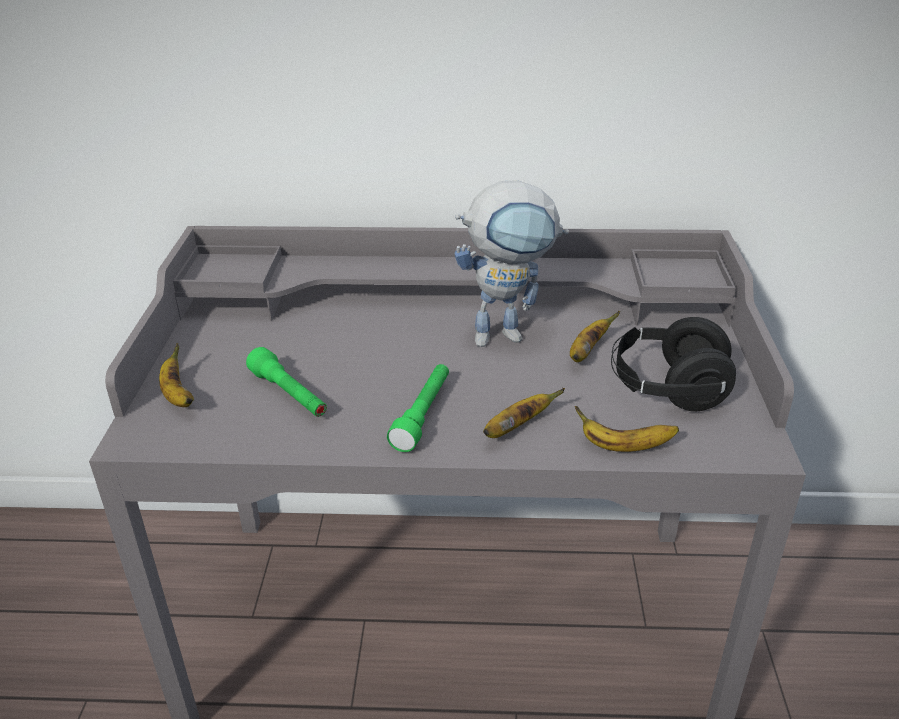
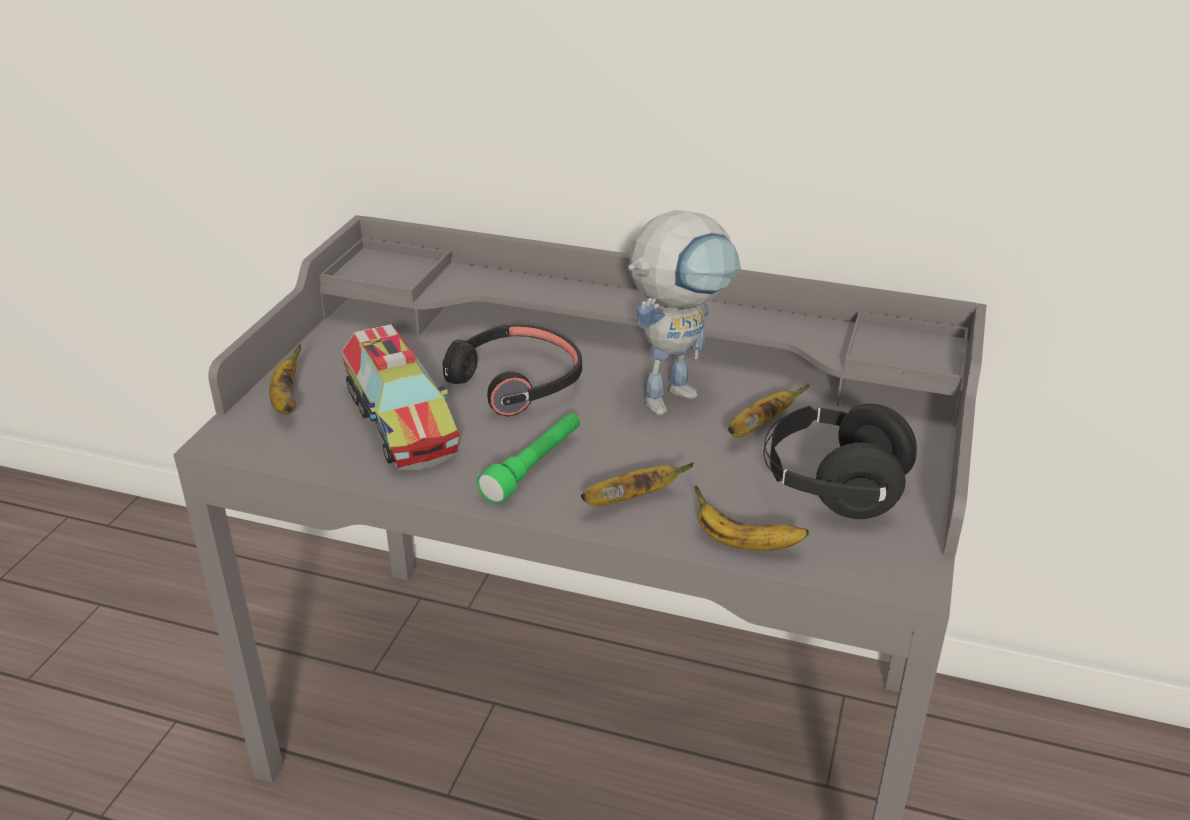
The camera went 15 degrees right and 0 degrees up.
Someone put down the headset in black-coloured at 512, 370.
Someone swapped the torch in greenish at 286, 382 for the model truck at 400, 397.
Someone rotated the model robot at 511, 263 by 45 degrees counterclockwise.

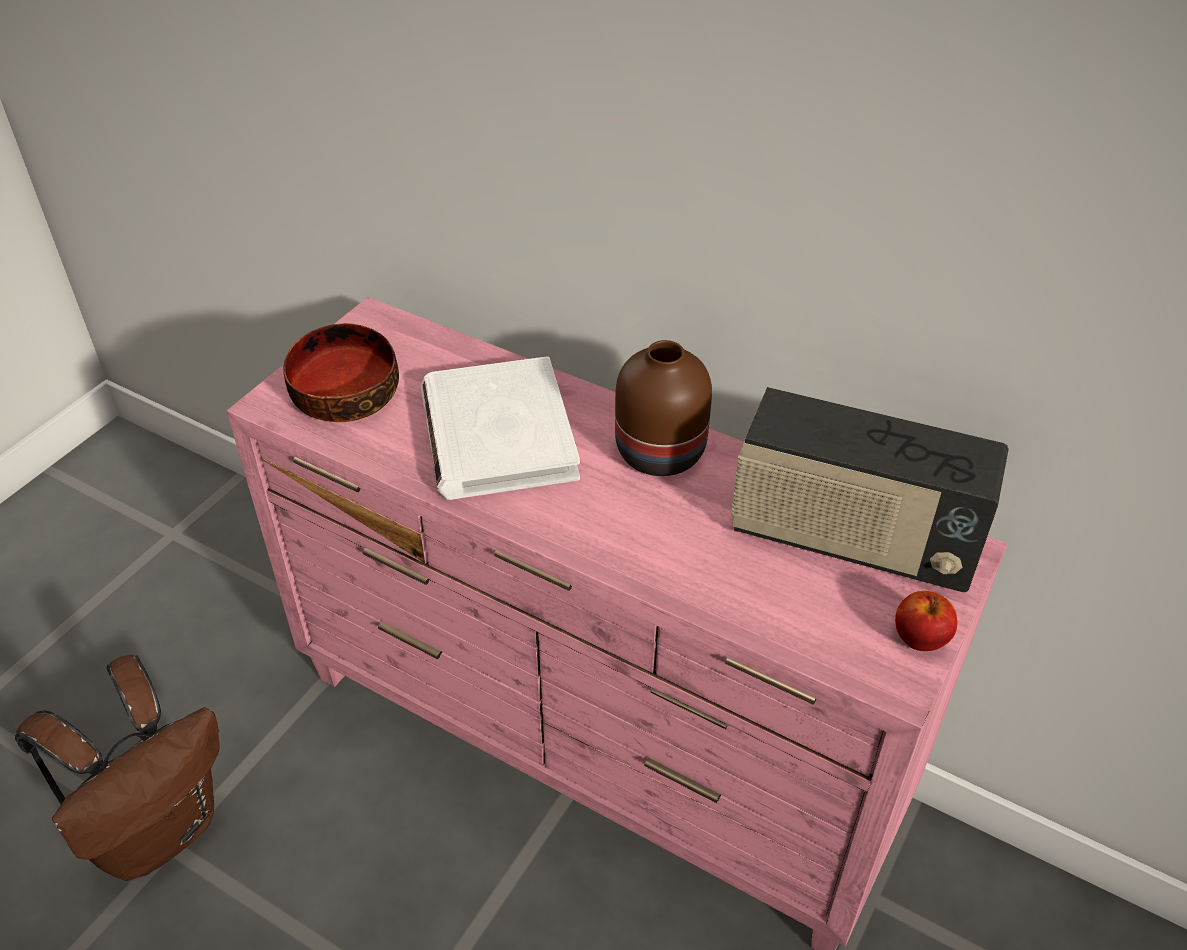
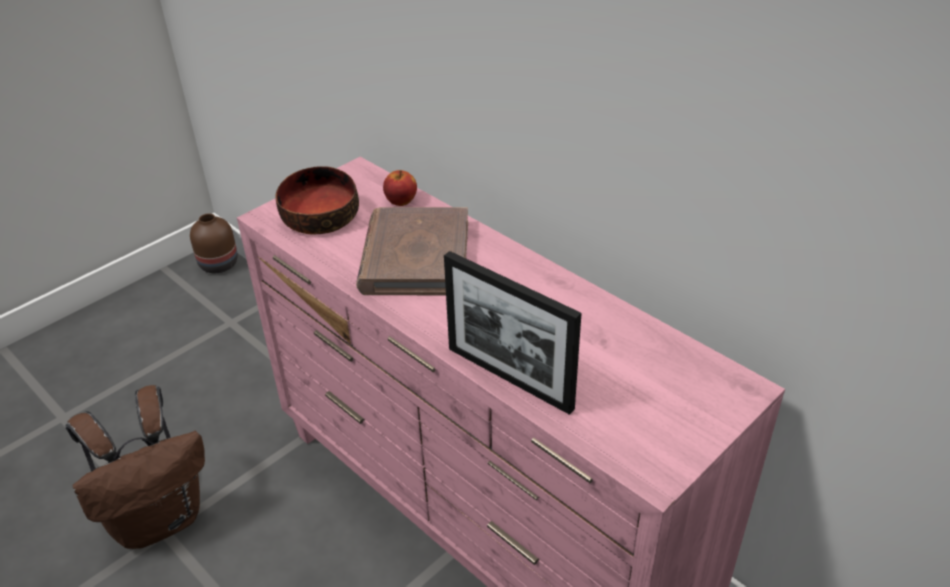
The camera went 15 degrees right and 5 degrees down.
Someone took away the radio receiver at 870, 489.
Someone put down the picture frame at 513, 333.
Someone carried the decorative vase in brown from 663, 408 to 214, 243.
Someone carried the whole apple from 926, 621 to 400, 188.
Someone repainted the bound book in white at 500, 428, which became the bound book in brown at 412, 251.

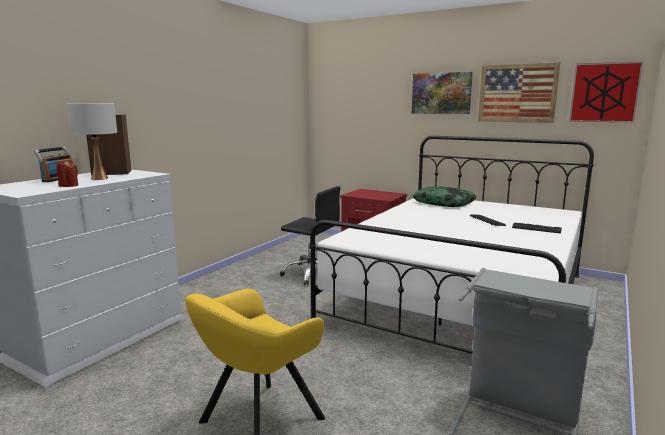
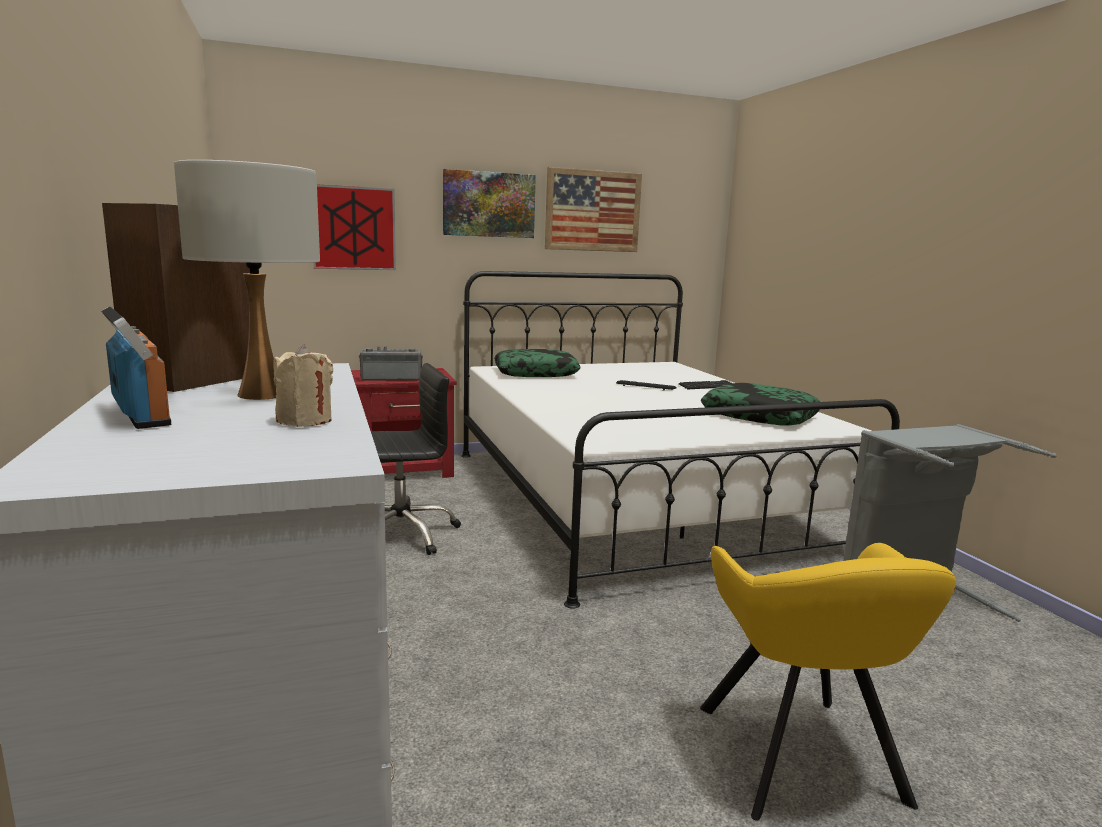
The camera went 50 degrees left and 0 degrees up.
Someone put down the radio receiver at 391, 363.
Someone put down the pillow at 760, 404.
Someone carried the picture from 606, 92 to 355, 227.
Someone repainted the wax light in reddish at 67, 174, which became the wax light in beige-coloured at 303, 385.

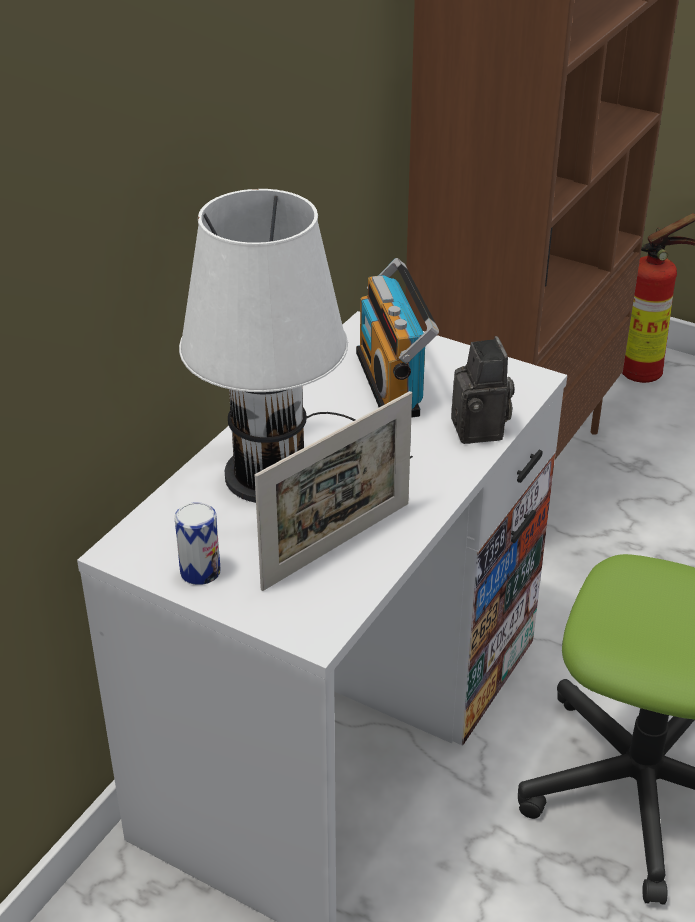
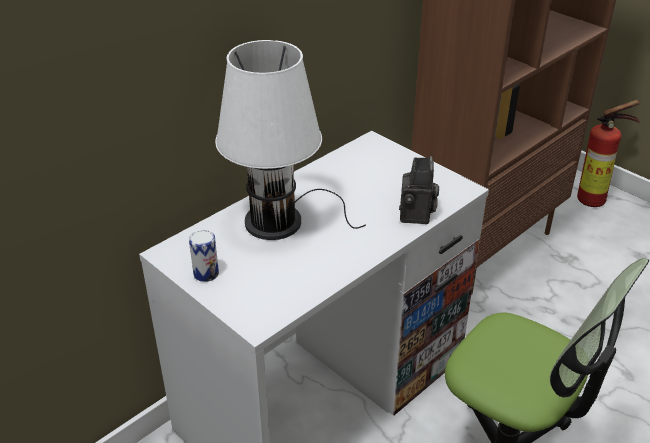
The camera went 15 degrees right and 0 degrees up.
Someone took away the picture frame at 333, 491.
Someone took away the radio receiver at 397, 338.

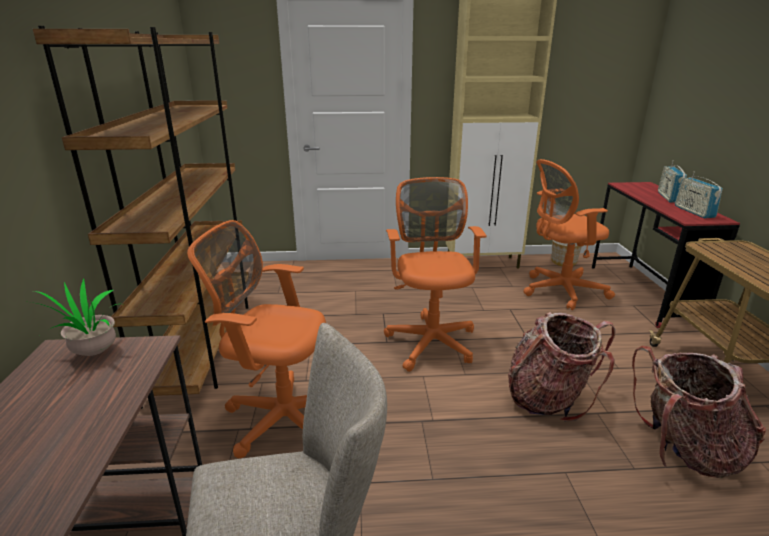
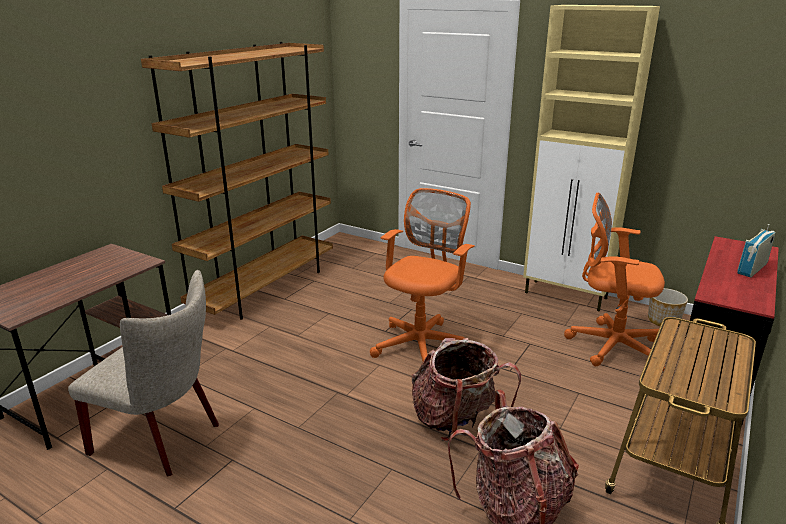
The camera went 35 degrees right and 0 degrees up.
Someone took away the potted plant at 77, 317.
Someone took away the office chair in orange at 256, 339.
Someone took away the radio receiver at 699, 195.

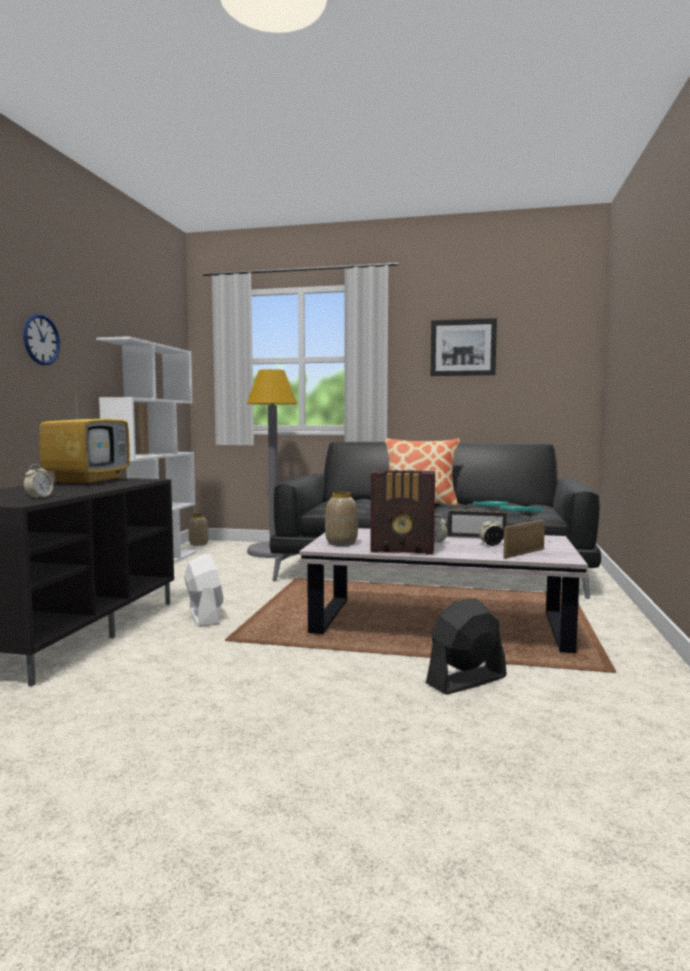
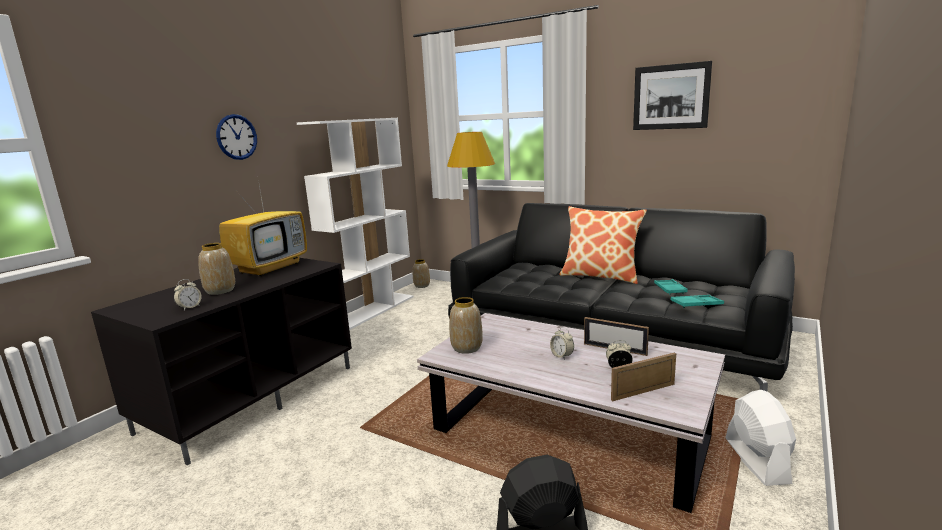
The camera went 20 degrees right and 10 degrees up.
Someone took away the radio receiver at 403, 512.
Someone put down the decorative vase at 216, 269.
Someone carried the fan in white from 203, 590 to 761, 438.

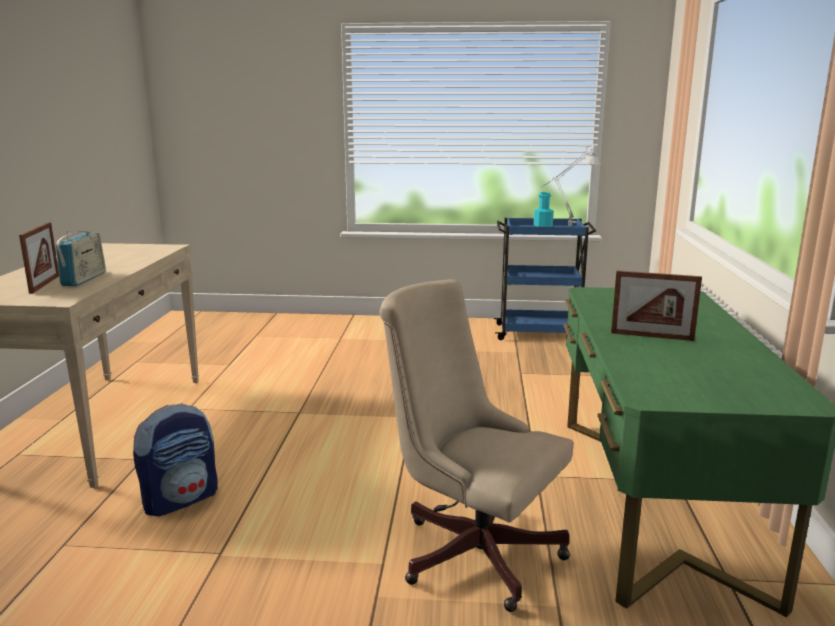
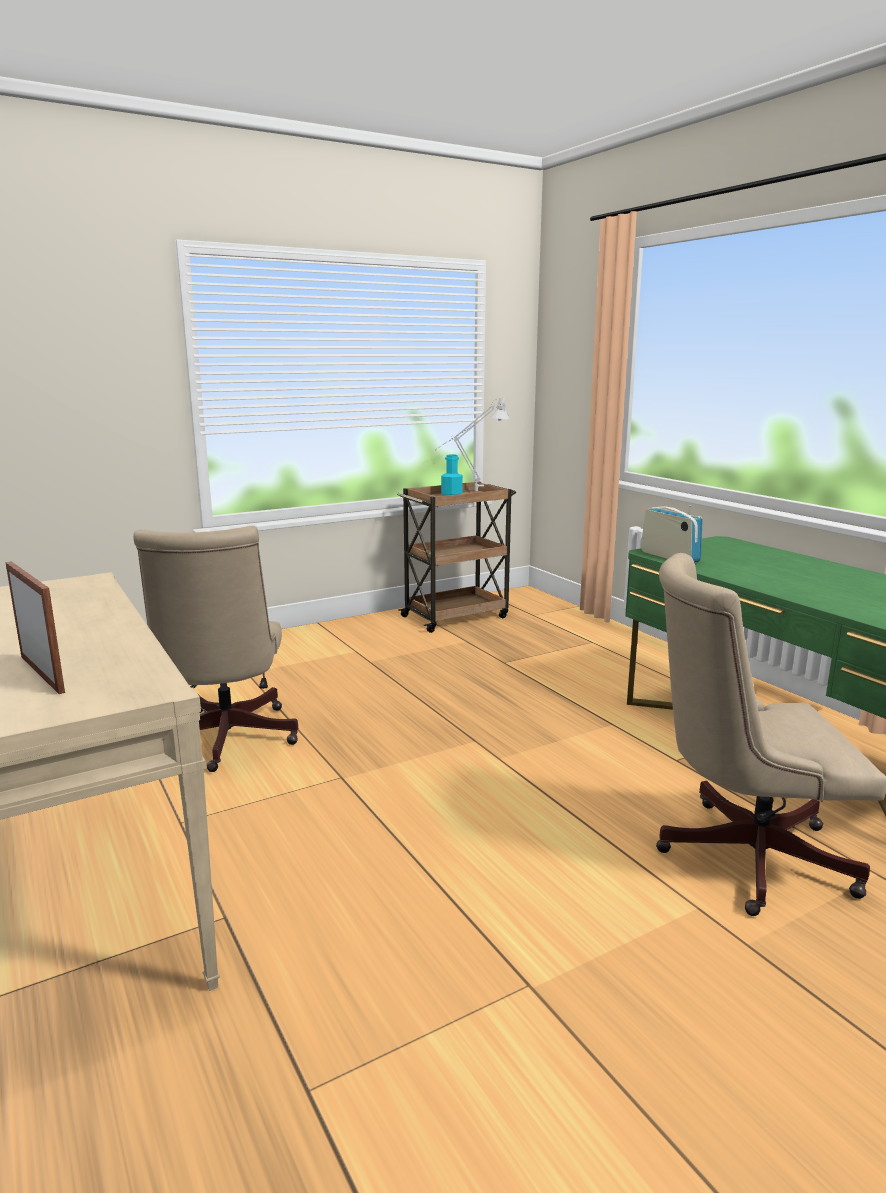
The camera went 35 degrees left and 0 degrees up.
Someone took away the rucksack at 175, 459.
Someone took away the picture frame at 656, 306.
Someone put down the office chair in beige-coloured at 215, 649.
Someone carried the radio receiver from 81, 258 to 672, 534.
Someone repainted the cart in bluish at 545, 279, which became the cart in brown at 456, 557.

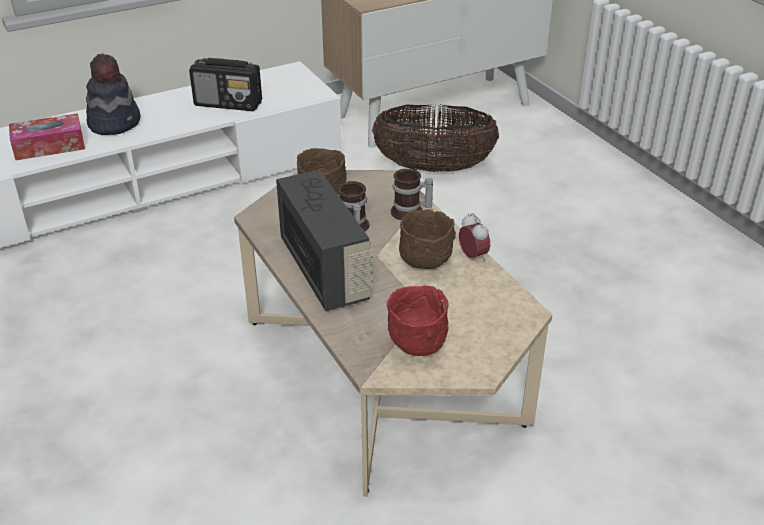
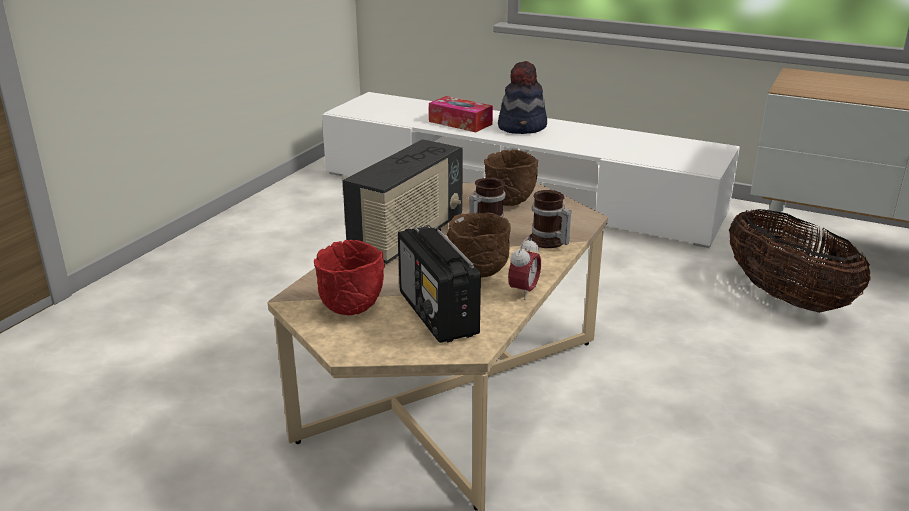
The camera went 55 degrees right and 10 degrees down.
Someone carried the radio receiver from 225, 84 to 439, 284.

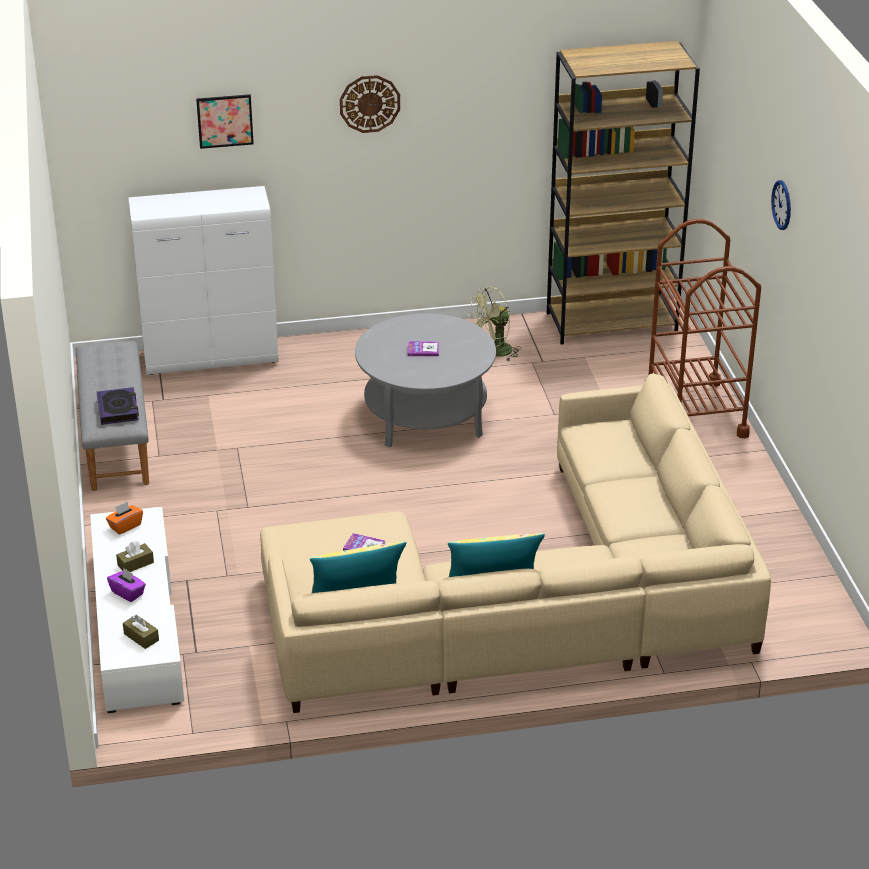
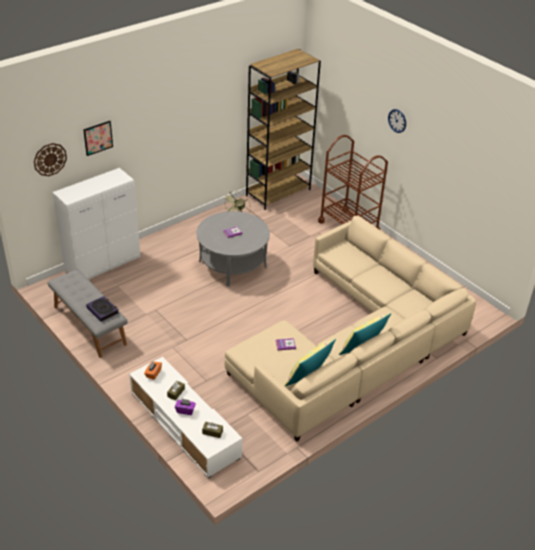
The camera went 30 degrees left and 5 degrees up.
Someone carried the clock on the wall from 370, 104 to 50, 159.

